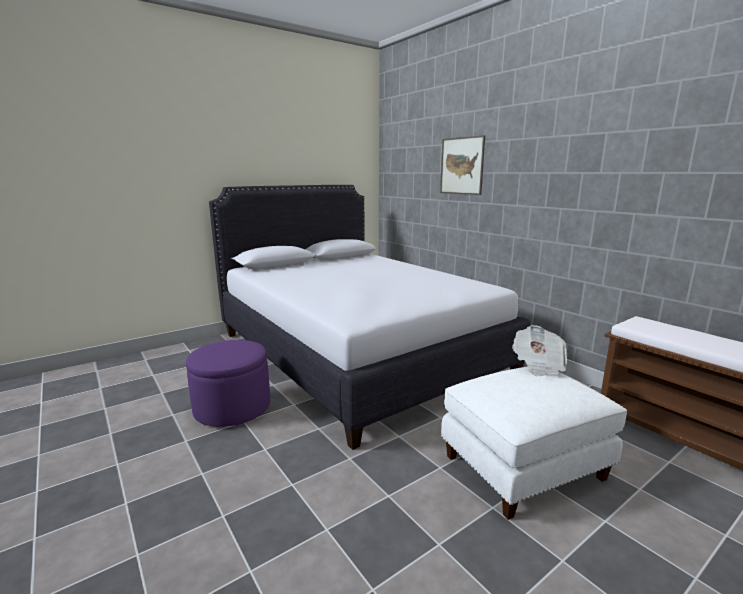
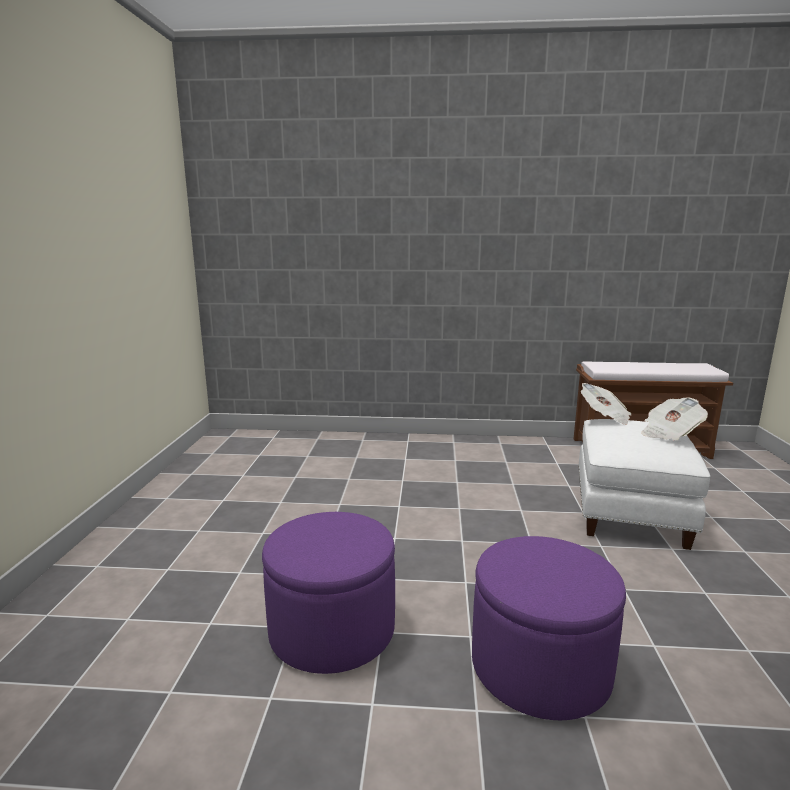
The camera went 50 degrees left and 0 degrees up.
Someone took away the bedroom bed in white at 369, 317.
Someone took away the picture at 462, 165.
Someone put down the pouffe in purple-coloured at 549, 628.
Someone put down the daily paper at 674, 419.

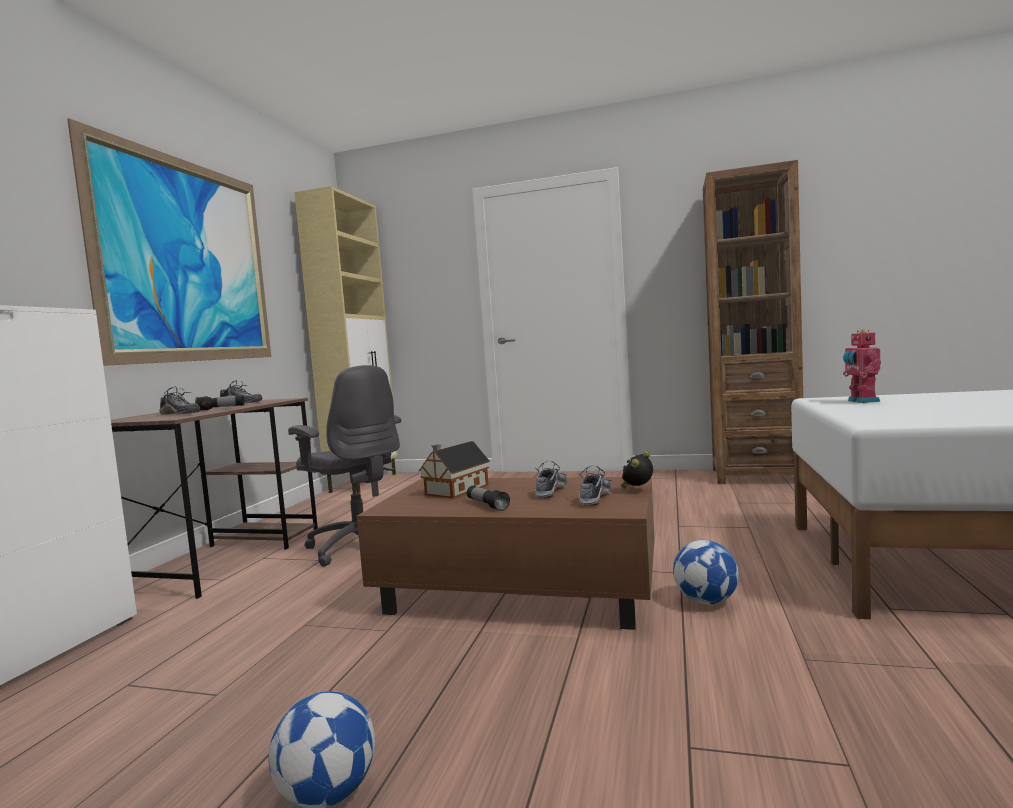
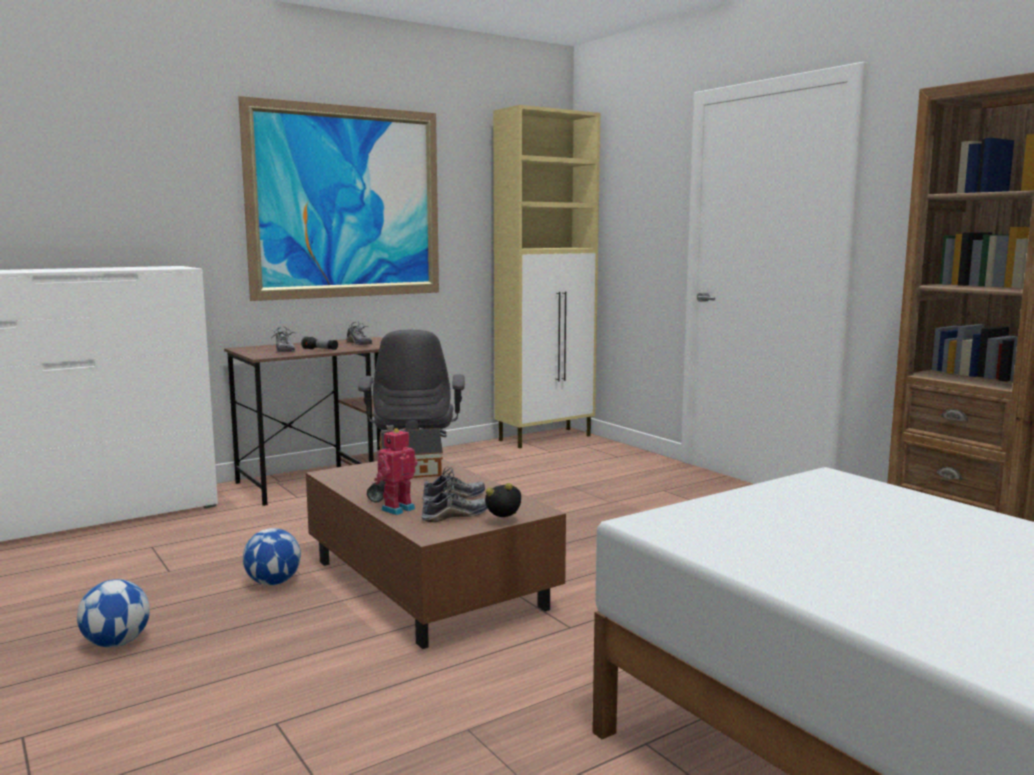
The camera went 40 degrees right and 5 degrees up.
Someone carried the ball for football from 706, 572 to 272, 556.
Someone carried the model robot from 862, 366 to 395, 471.

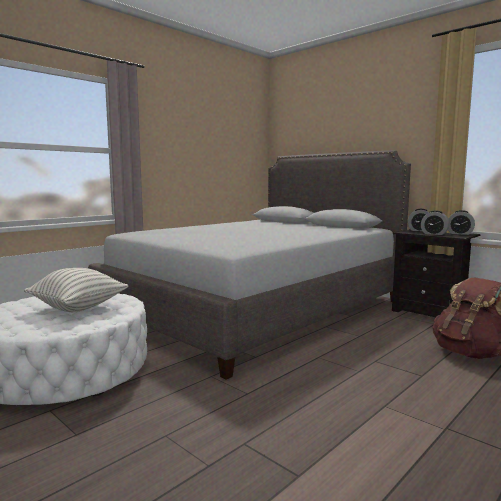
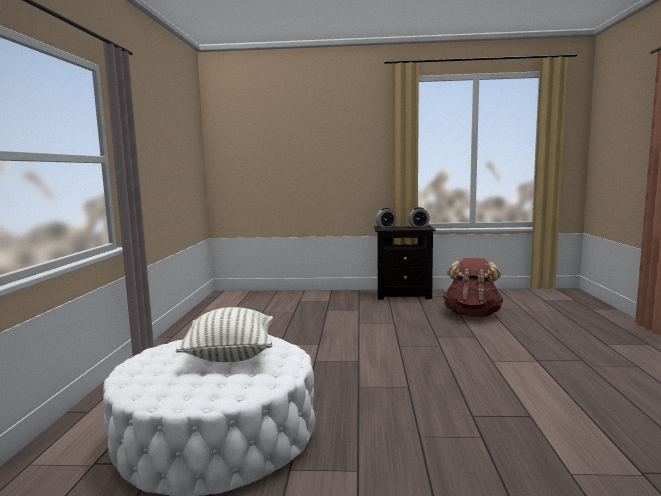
The camera went 40 degrees left and 0 degrees up.
Someone took away the bedroom bed in grey at 249, 265.
Someone took away the alarm clock at 435, 222.

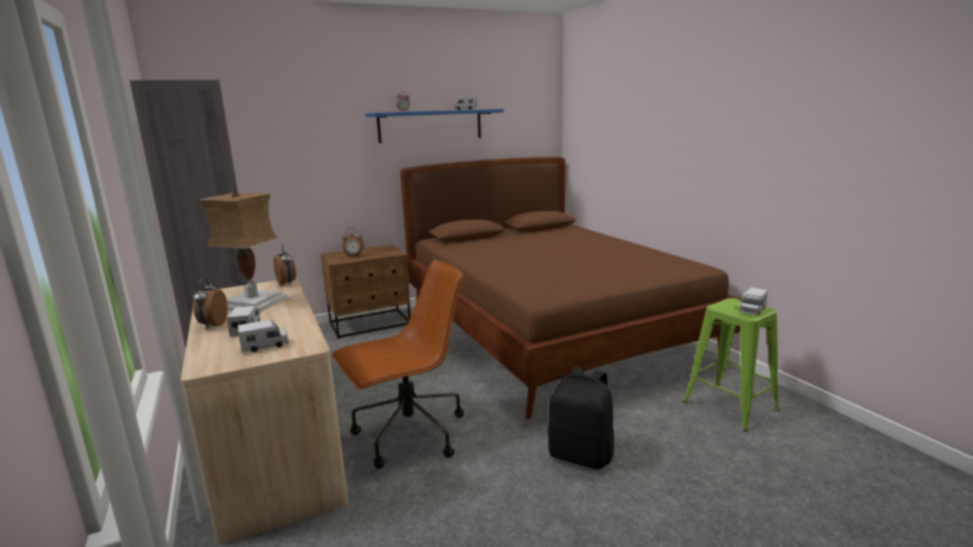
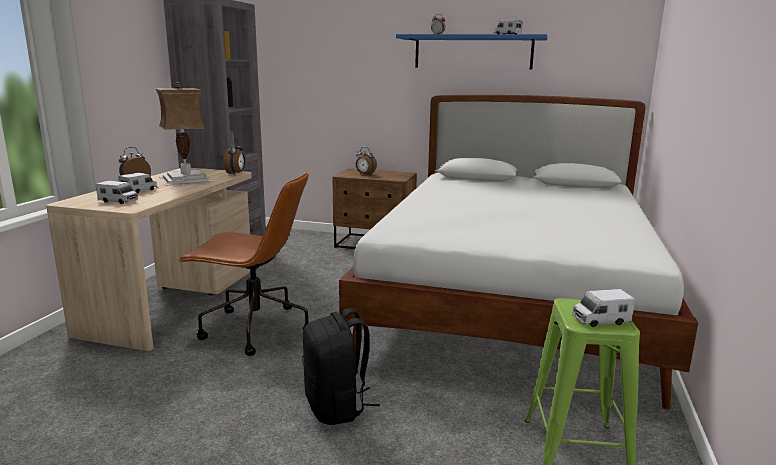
The camera went 40 degrees right and 0 degrees up.
Someone repainted the bedroom bed in brown at 570, 288, which became the bedroom bed in white at 518, 252.

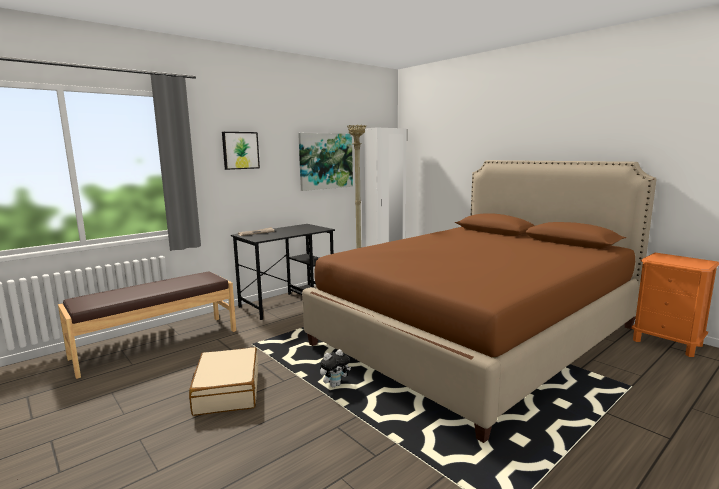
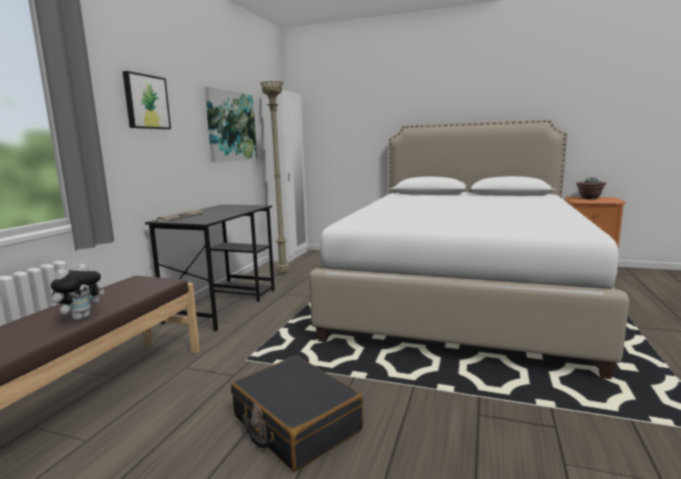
The camera went 30 degrees left and 0 degrees up.
Someone put down the potted plant at 591, 188.
Someone carried the soft toy from 335, 368 to 77, 292.
Someone repainted the piece of luggage in beige-coloured at 223, 381, which became the piece of luggage in black-coloured at 297, 413.
Someone repainted the bedroom bed in brown at 479, 301, which became the bedroom bed in white at 469, 249.

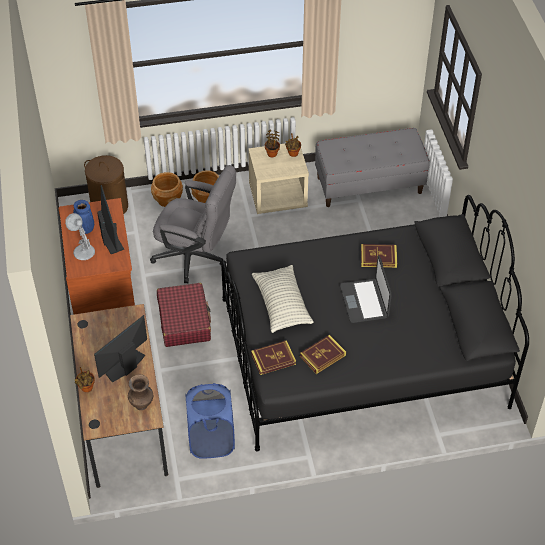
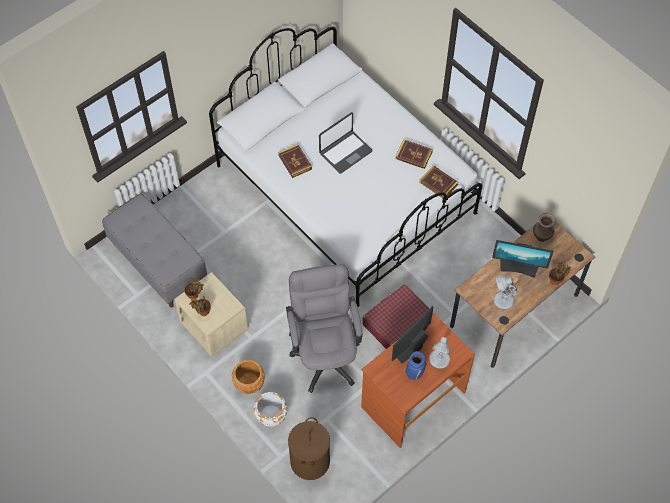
The camera went 120 degrees left and 10 degrees up.
Someone took away the hamper in bluish at 210, 421.
Someone took away the pillow at 283, 299.
Someone put down the table lamp in white at 505, 292.
Someone repainted the plant pot in brown at 167, 189, which became the plant pot in white at 270, 409.
Someone repainted the bedroom bed in black-coloured at 375, 323, which became the bedroom bed in white at 345, 166.

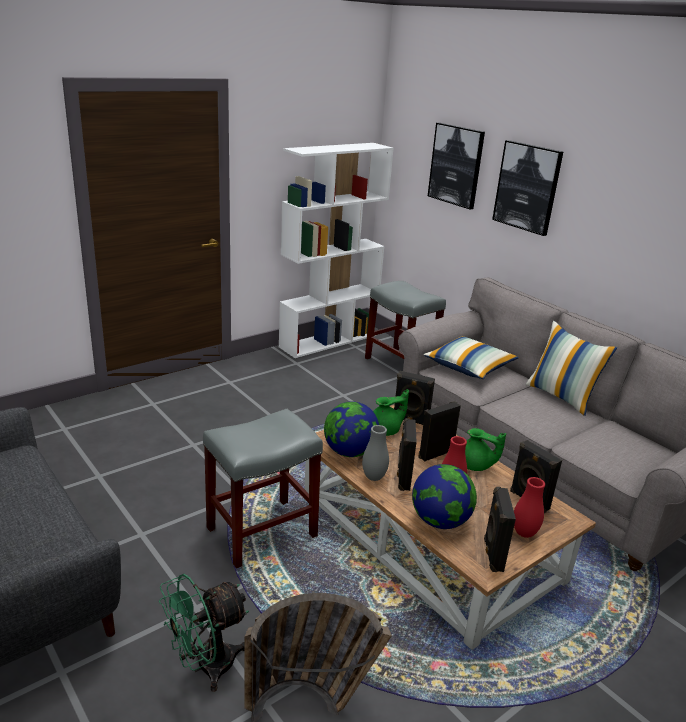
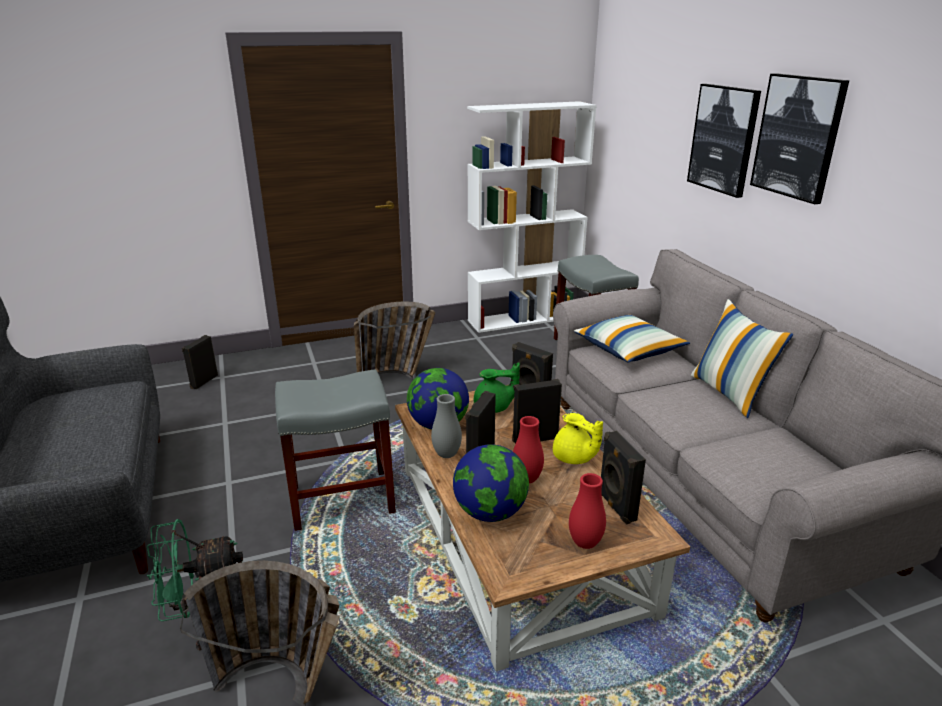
The camera went 20 degrees right and 0 degrees up.
Someone put down the household basket at 395, 340.
Someone carried the picture from 456, 166 to 799, 138.
Someone carried the speaker in black-coloured from 500, 529 to 200, 362.
Someone repainted the pot for tea in greenish at 485, 449, which became the pot for tea in yellow at 578, 438.

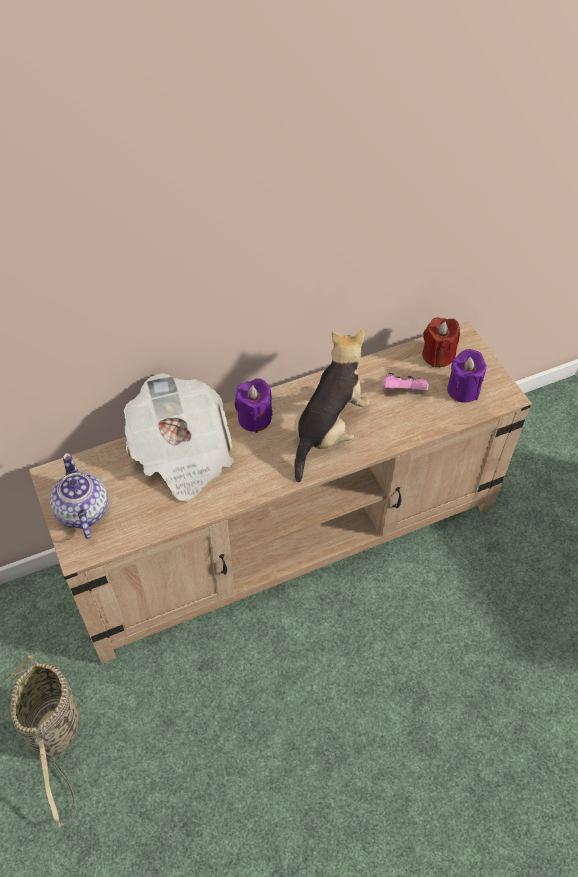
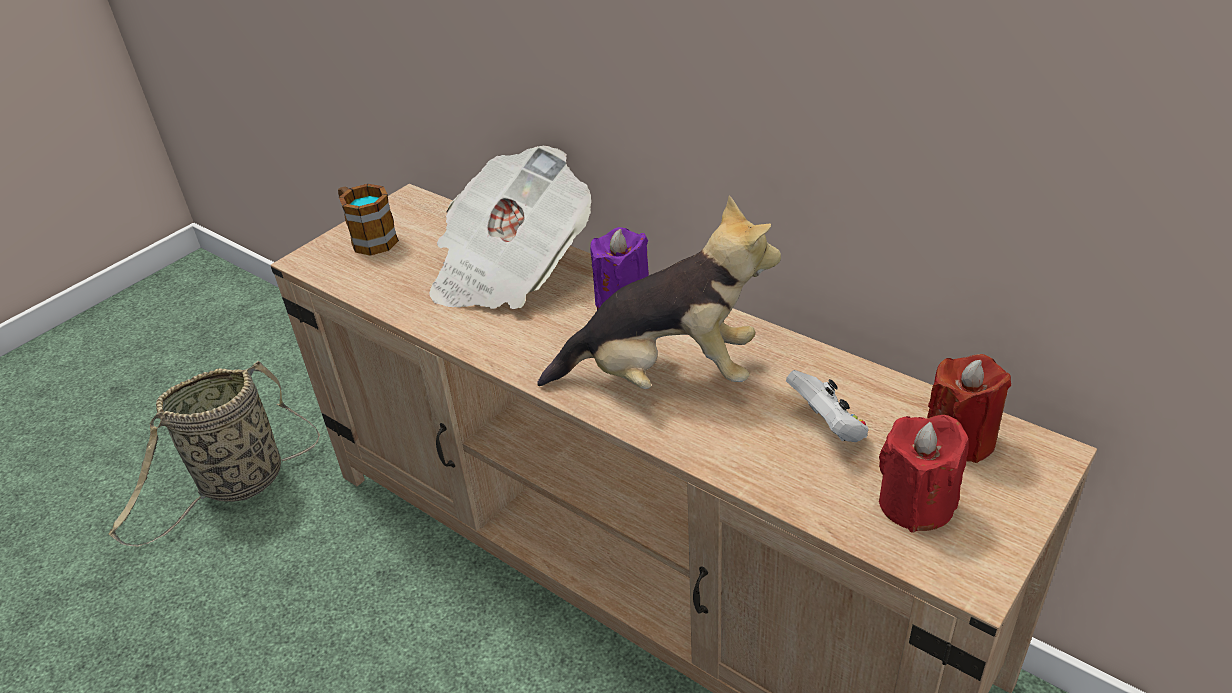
The camera went 65 degrees right and 15 degrees down.
Someone swapped the pot for tea at 79, 496 for the tea mug at 368, 220.
Someone repainted the game controller in pink-coloured at 405, 382, which became the game controller in white at 827, 406.
Someone repainted the wax light in purple-coloured at 466, 376, which became the wax light in reddish at 924, 474.

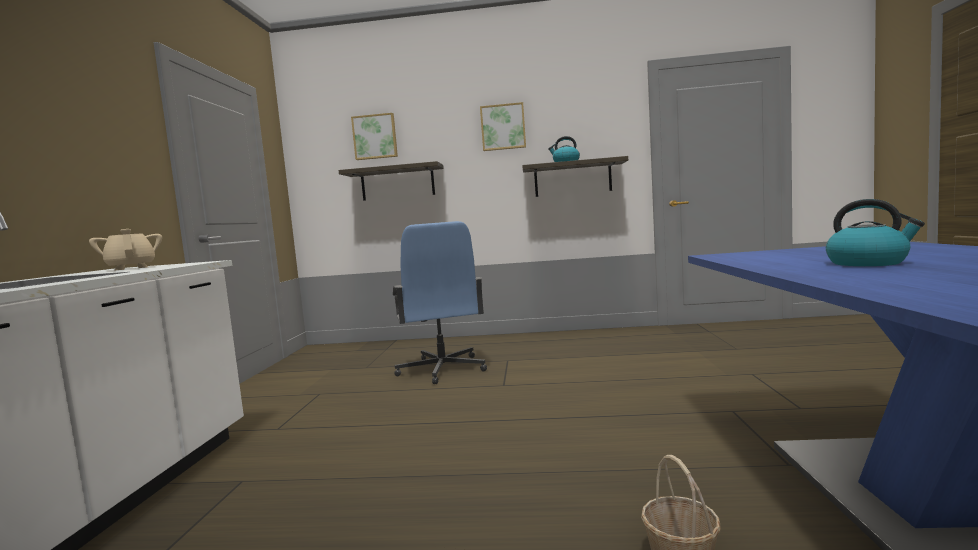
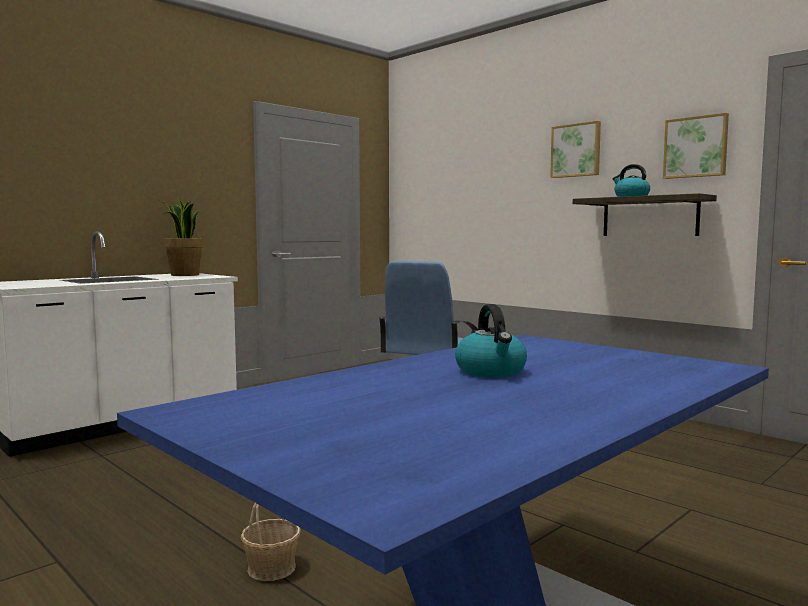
The camera went 40 degrees right and 0 degrees up.
Someone took away the shelf at 391, 181.
Someone carried the picture from 374, 136 to 696, 146.
Someone swapped the pot for tea in beige-coloured at 125, 249 for the potted plant at 181, 237.

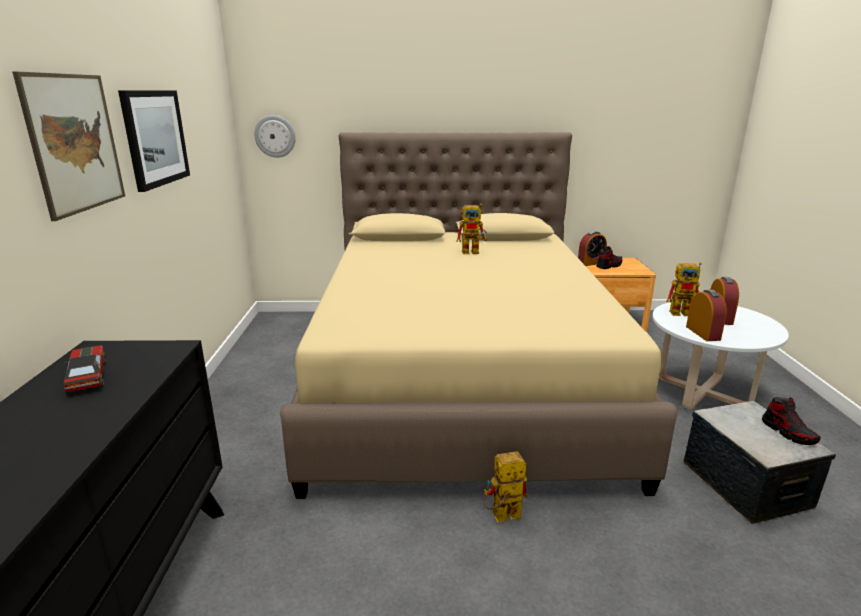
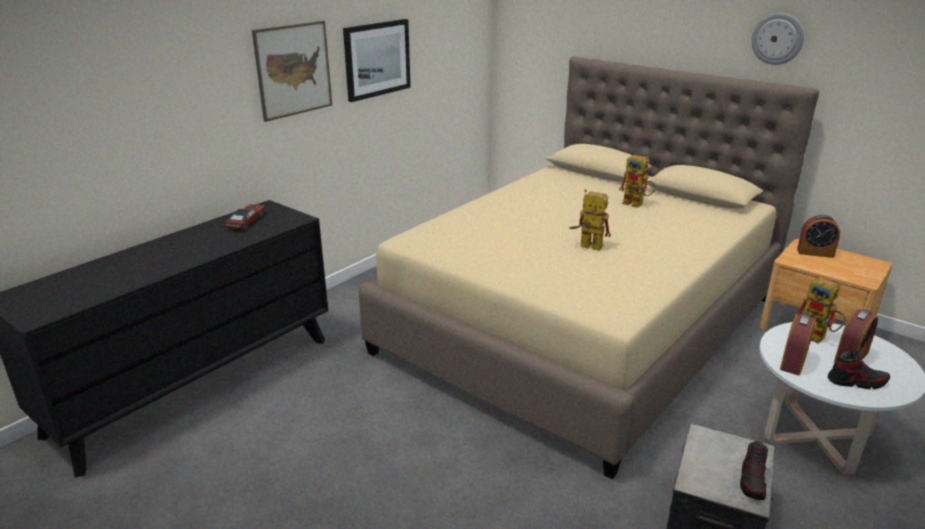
The camera went 40 degrees right and 5 degrees up.
Someone carried the clock on the wall from 275, 136 to 777, 39.
Someone carried the model robot from 505, 486 to 590, 220.
Someone carried the item of footwear from 609, 257 to 859, 369.

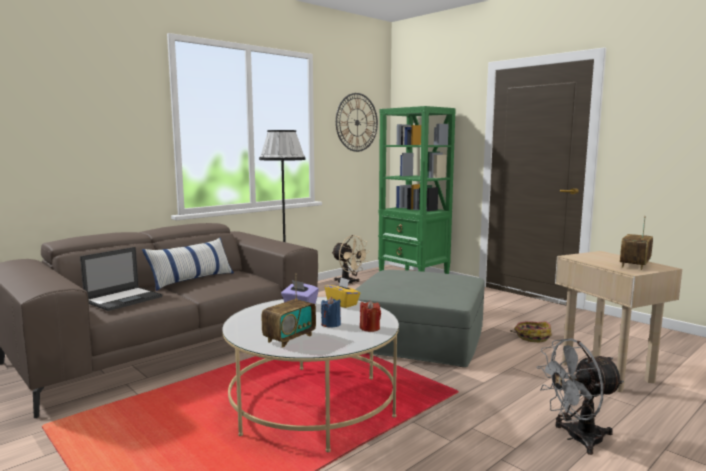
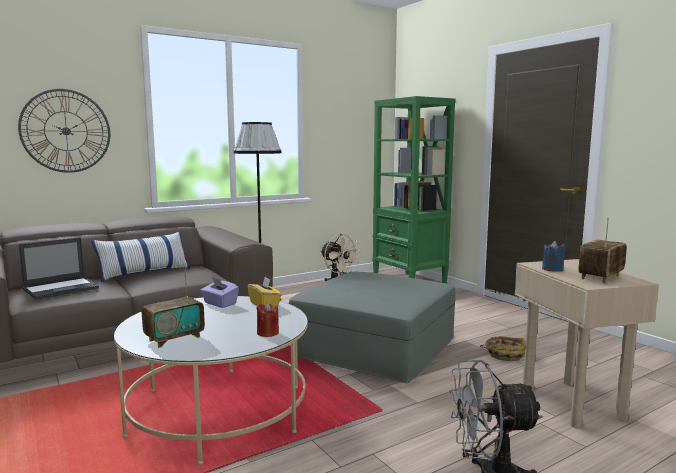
The camera went 10 degrees right and 0 degrees up.
Someone carried the wax light in bluish from 331, 312 to 553, 256.
Someone carried the clock on the wall from 357, 122 to 64, 131.

